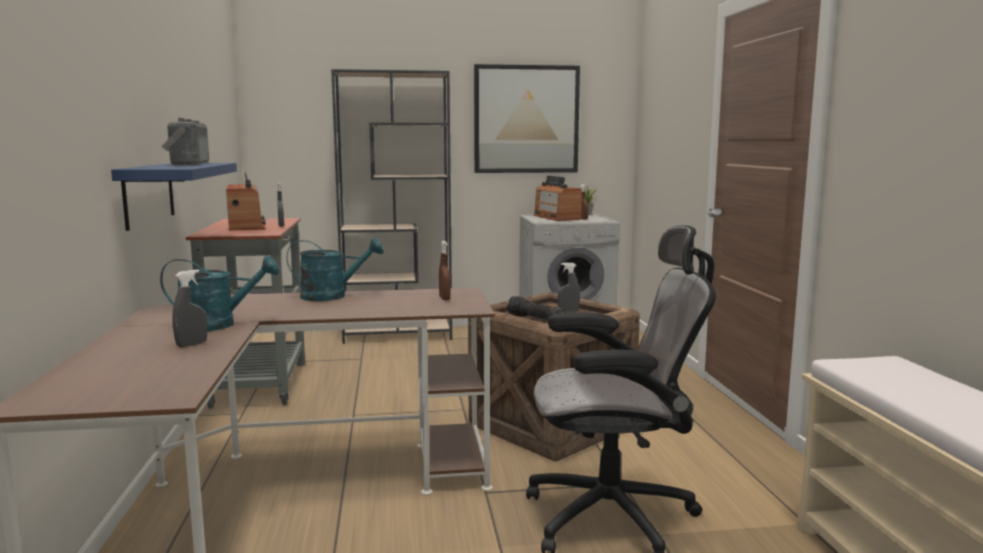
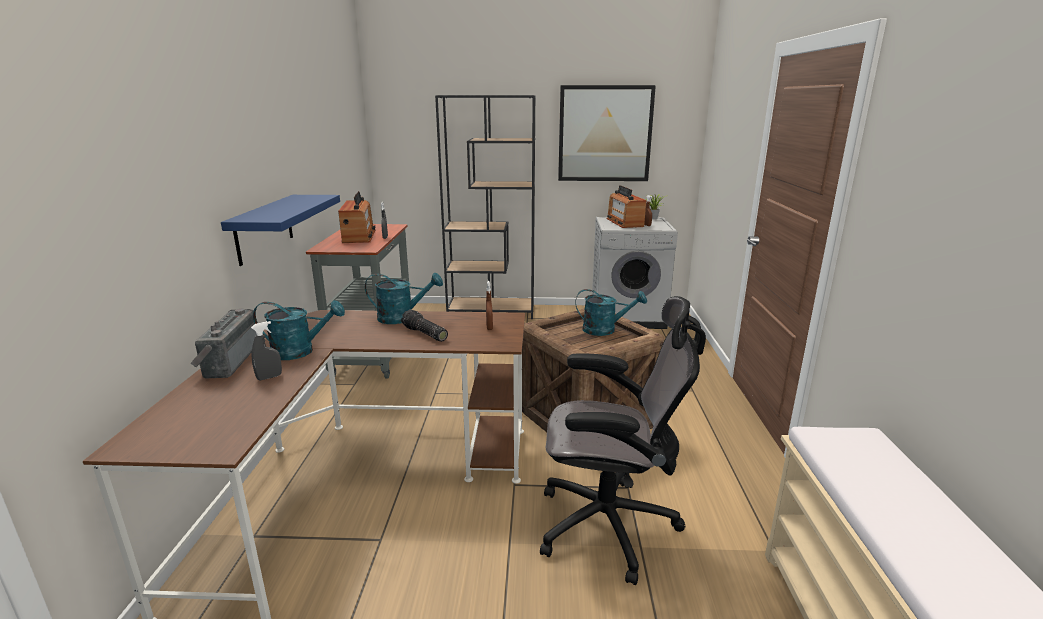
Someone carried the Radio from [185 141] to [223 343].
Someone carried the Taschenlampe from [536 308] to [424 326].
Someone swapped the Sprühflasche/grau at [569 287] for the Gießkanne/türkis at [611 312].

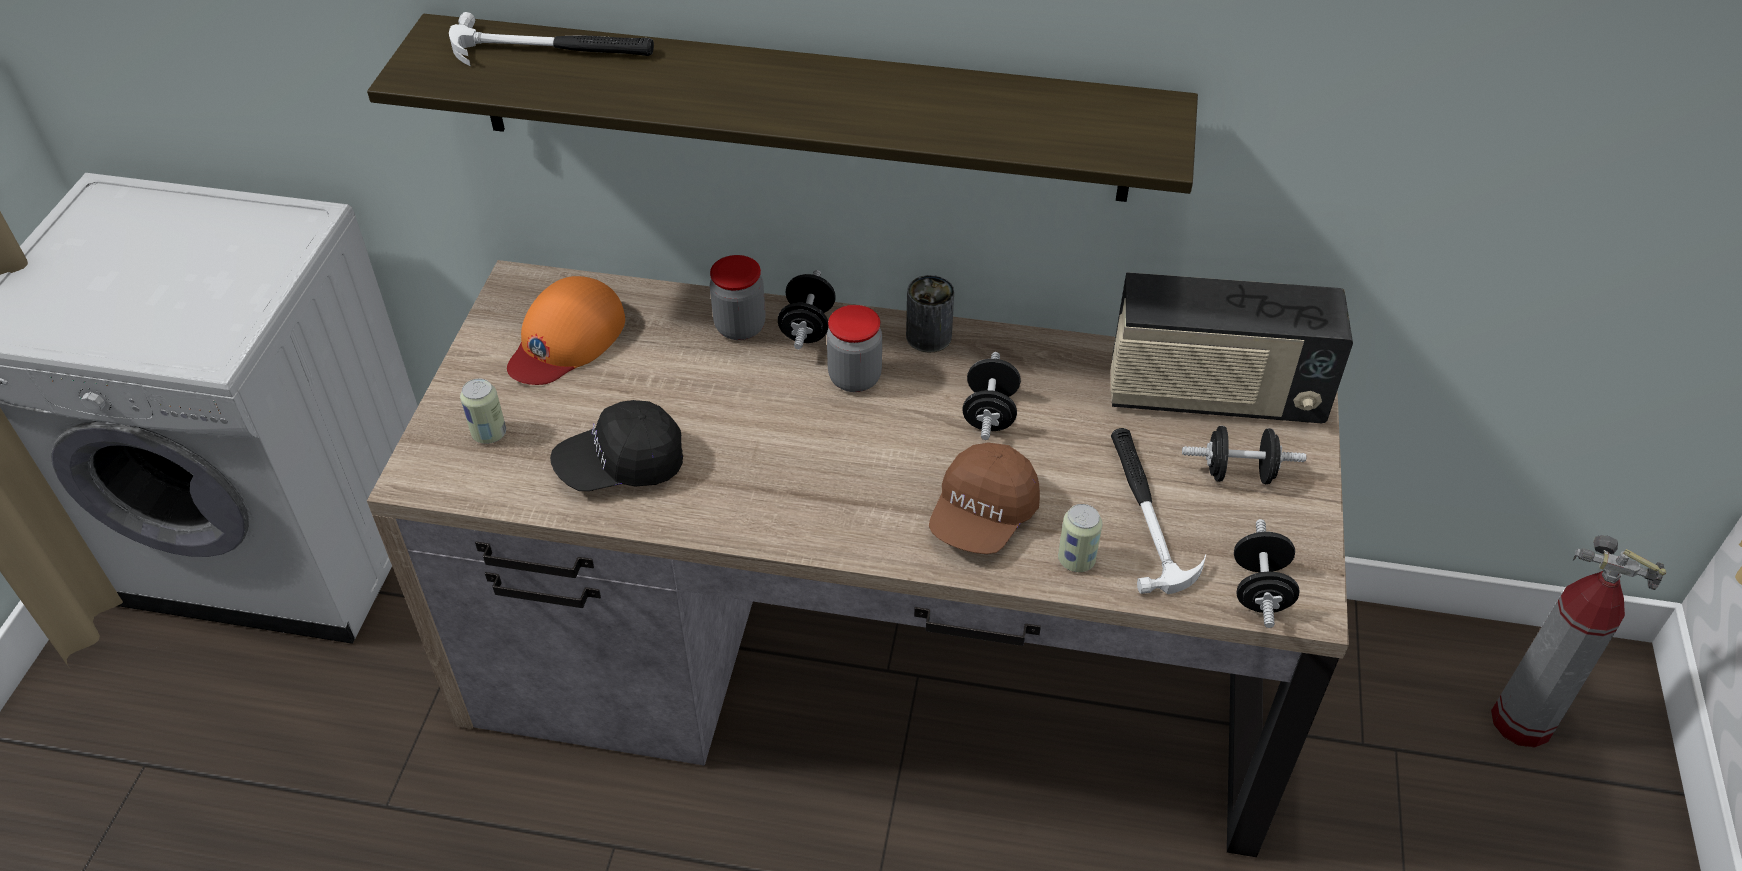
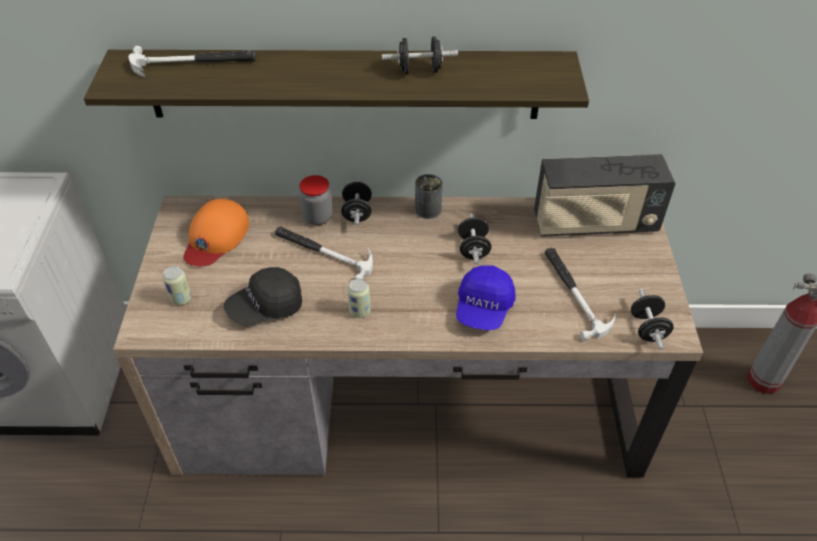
Someone took away the Vorratsglas at [854 348].
Someone repainted the Kappe/braun at [984 498], which became the Kappe/blau at [486 297].
Someone carried the Dose from [1080 538] to [359 298].
Someone carried the Hantel/schwarz from [1244 455] to [420 55].
Someone put down the Hammer at [324 253].

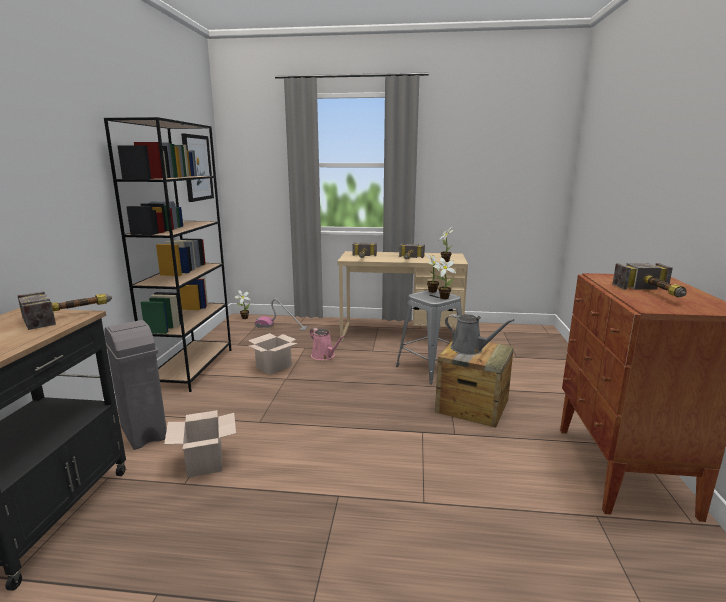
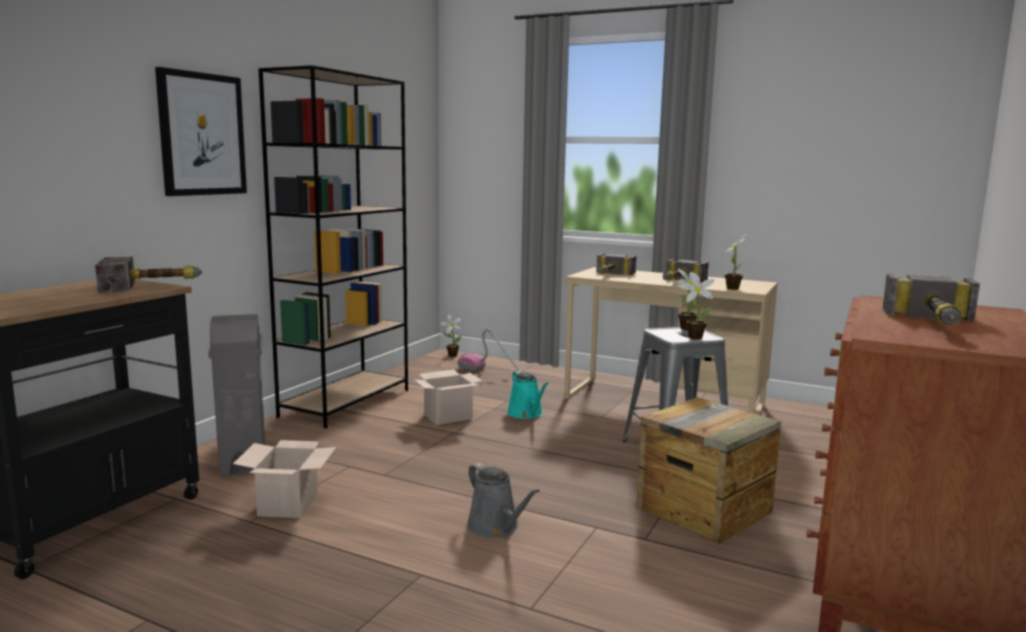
Someone carried the Bild from [197 168] to [201 131].
Someone repainted the Gießkanne/rosa at [327 344], which became the Gießkanne/türkis at [528 395].
Someone carried the Gießkanne/grau from [479 334] to [503 500].

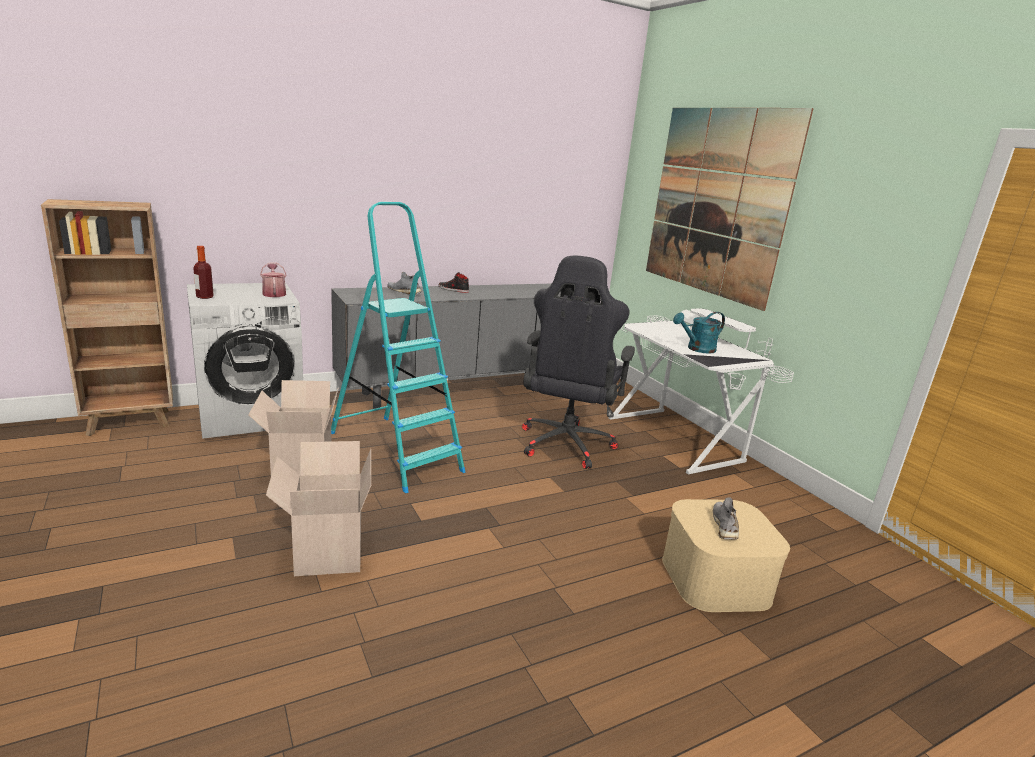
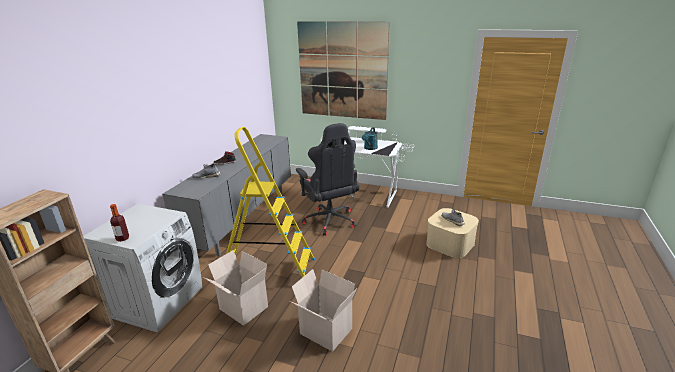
Someone took away the Gießkanne at [273 279].
Someone repainted the Trittleiter/türkis at [398 347], which became the Trittleiter/gelb at [270 202].

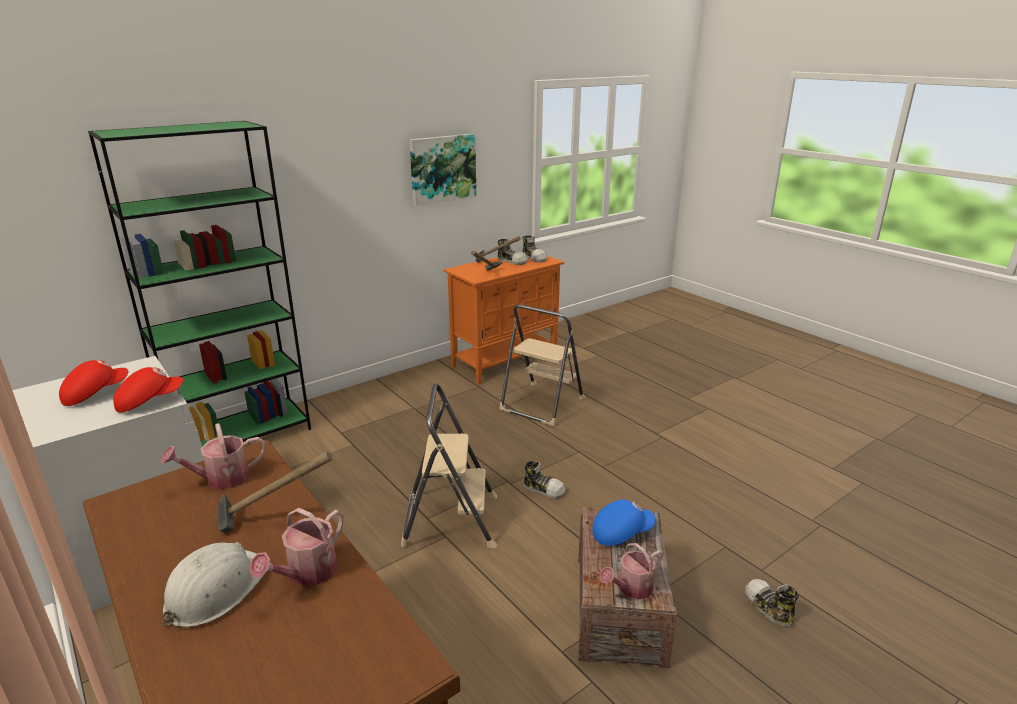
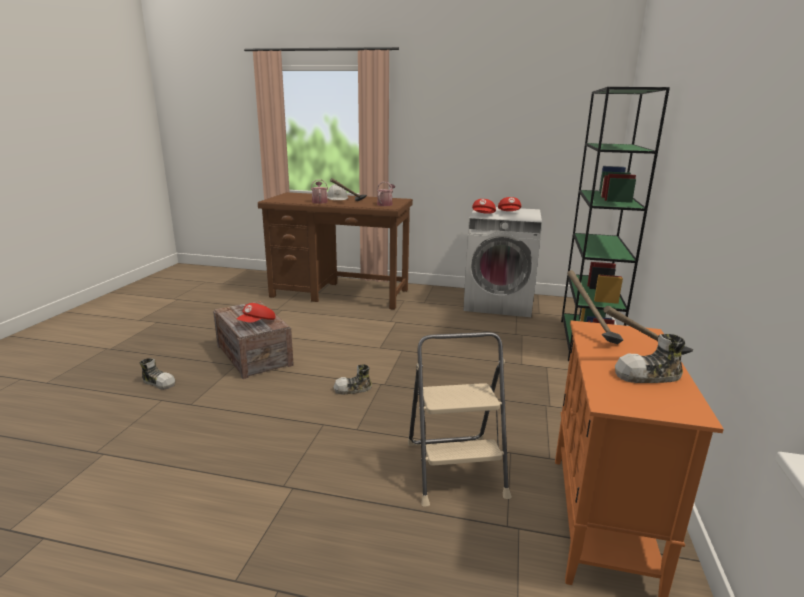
Someone took away the Trittleiter/beige at [449 465].
Someone took away the Bild at [442 170].
Someone took away the Schuh at [534 249].
Someone repainted the Kappe/blau at [624 522], which became the Kappe/rot at [256 313].
Someone took away the Gießkanne at [631 571].

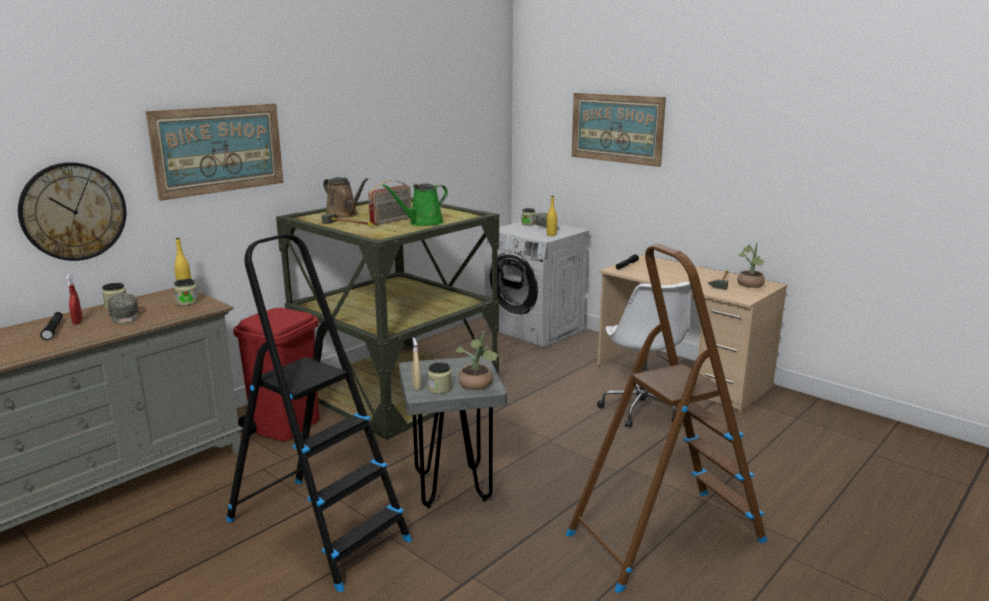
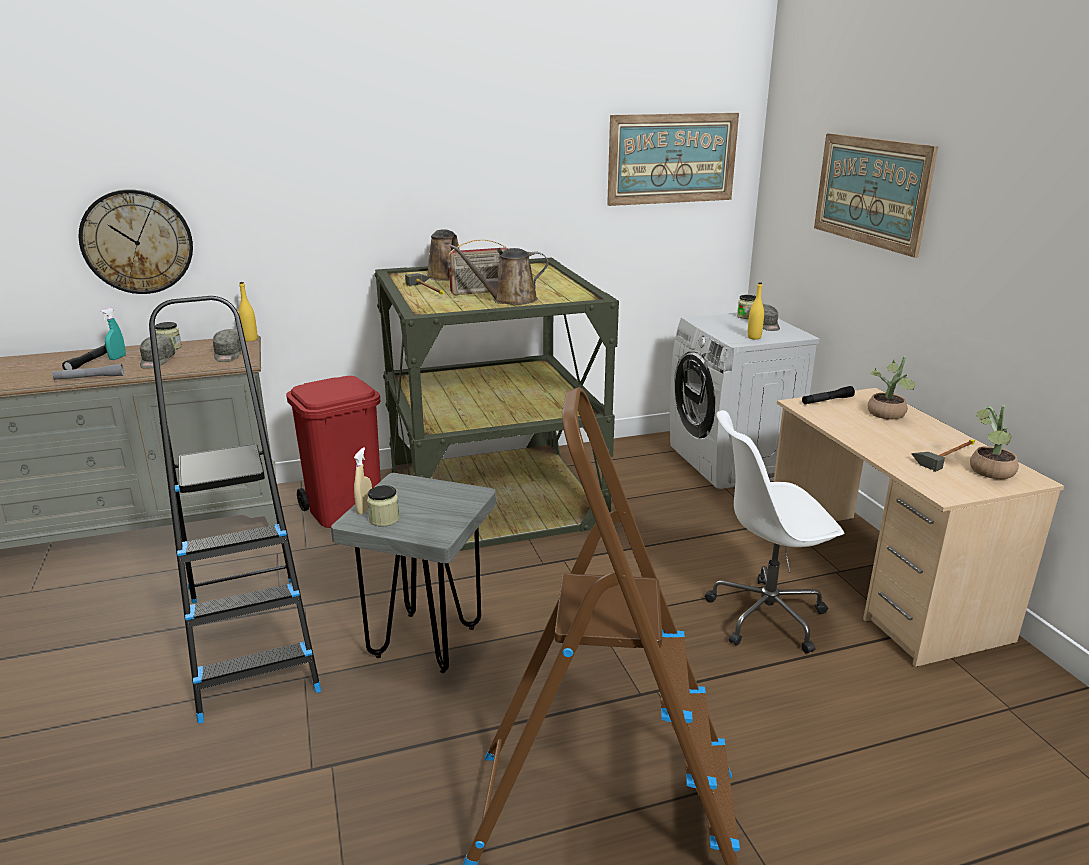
Someone repainted the Sprühflasche/rot at [74 299], which became the Sprühflasche/türkis at [113 334].
Someone carried the Bild from [214 152] to [673 159].
Someone swapped the Vorratsglas at [186 292] for the Kappe/grau at [227 345].
Someone repainted the Gießkanne/grün at [415 204], which became the Gießkanne/braun at [499 275].
Someone carried the Topfpflanze from [476 360] to [892 388].
Someone rotated the Bürostuhl/weiß at [644 355] by 60 degrees clockwise.
Someone put down the Taschenlampe/grau at [88 372].

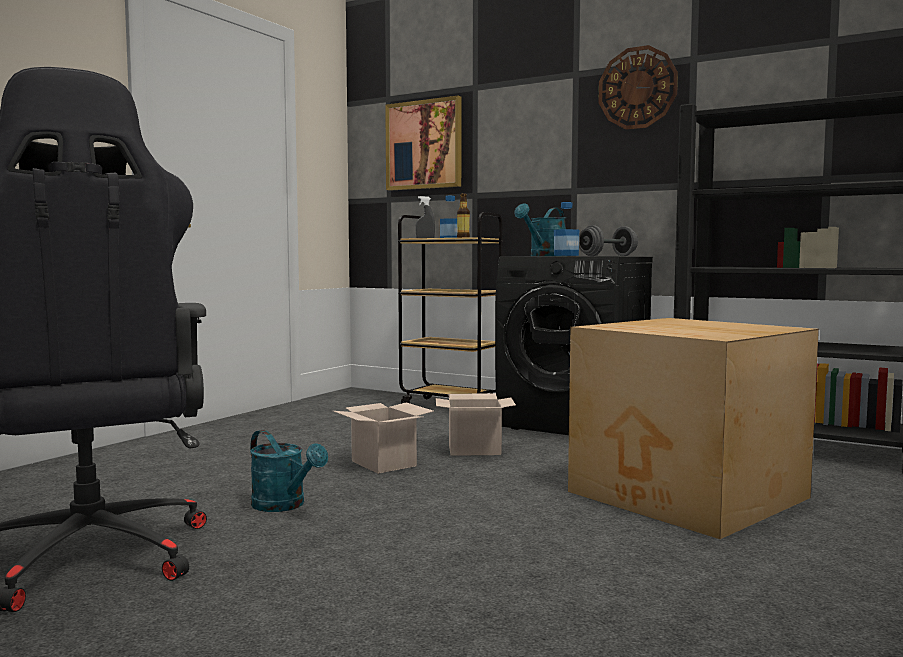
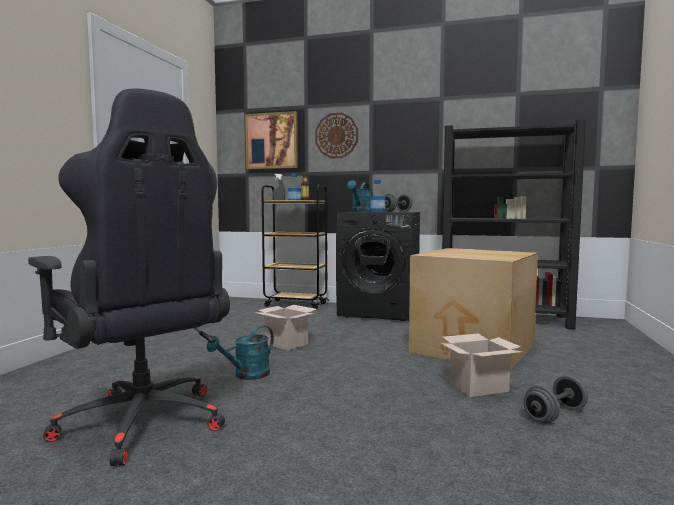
Someone rotated the Gießkanne/türkis at [289 471] by 105 degrees clockwise.
Someone carried the Karton from [475 424] to [481 365].
Someone carried the Wanduhr from [638 87] to [336 136].
Someone put down the Hantel/grau at [555 399].

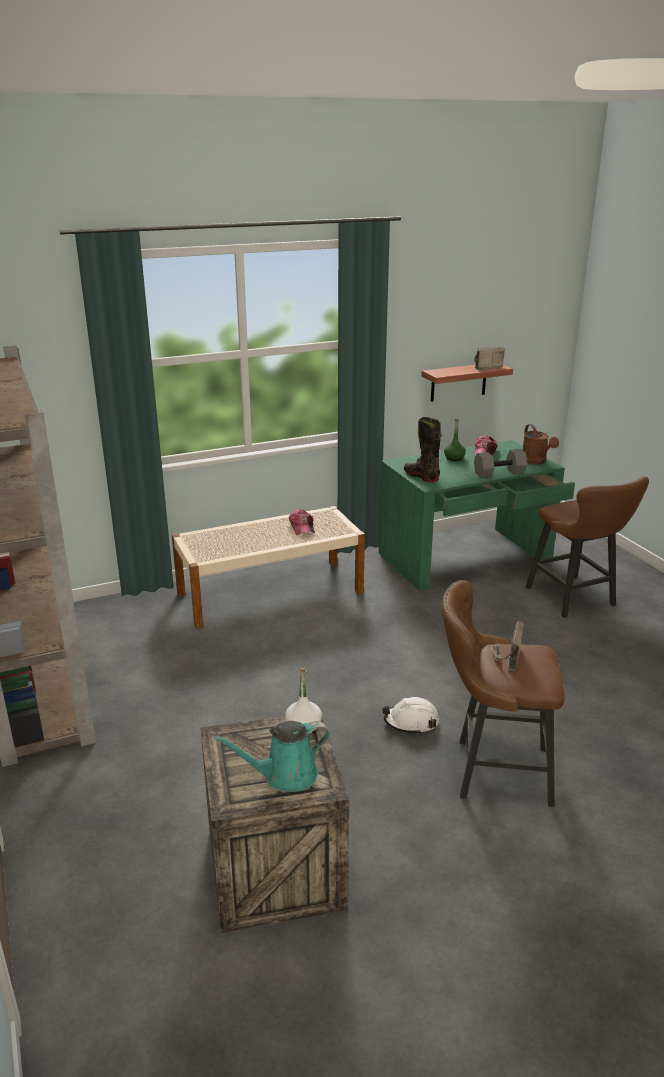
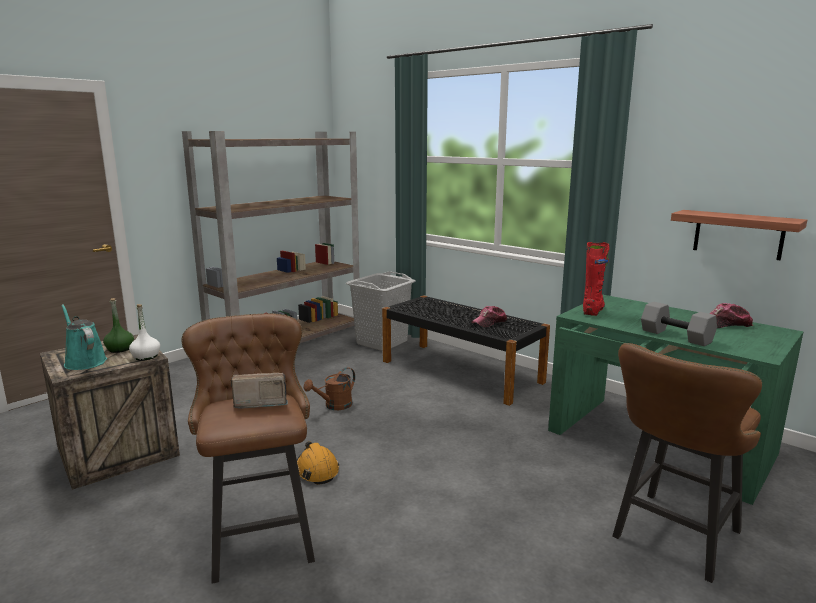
Someone repainted the Bank/beige at [268 567], which became the Bank/schwarz at [466 350].
Someone repainted the Schutzhelm/weiß at [410 716], which became the Schutzhelm/orange at [318 463].
Someone repainted the Stiefel/schwarz at [423 449], which became the Stiefel/rot at [596 279].
Someone carried the Flasche/grün from [455 440] to [118 325].
Someone took away the Radio at [489 358].
Someone carried the Gießkanne/braun from [541 444] to [329 388].
Someone put down the Wäschekorb/grau at [381 311].

